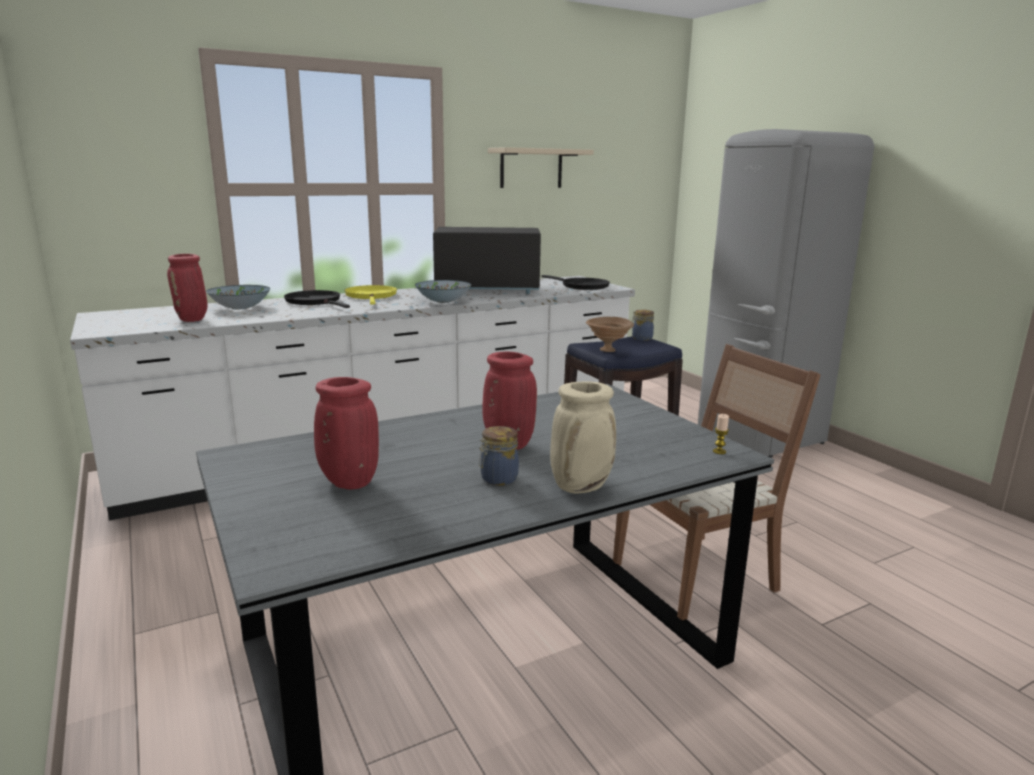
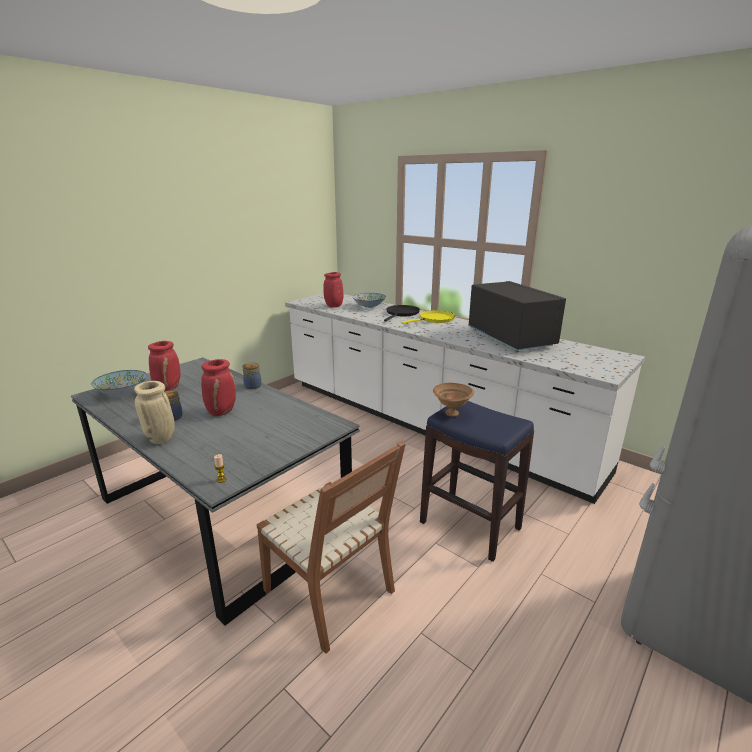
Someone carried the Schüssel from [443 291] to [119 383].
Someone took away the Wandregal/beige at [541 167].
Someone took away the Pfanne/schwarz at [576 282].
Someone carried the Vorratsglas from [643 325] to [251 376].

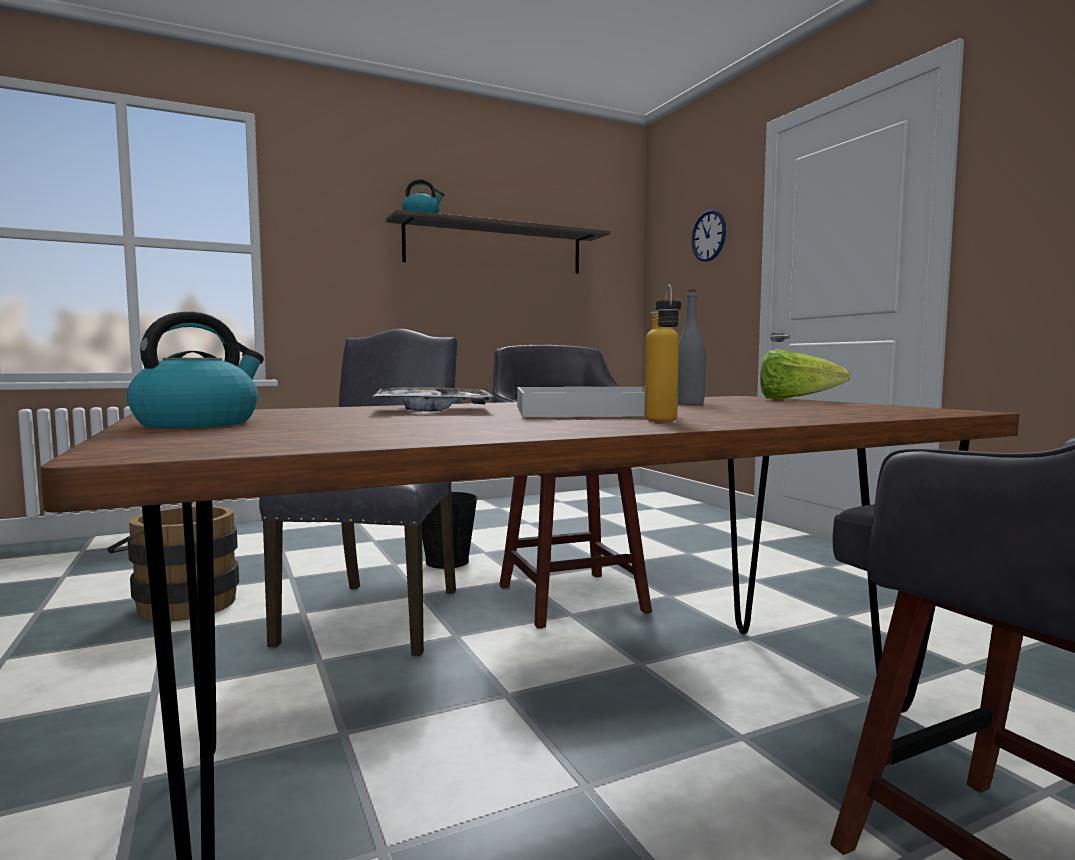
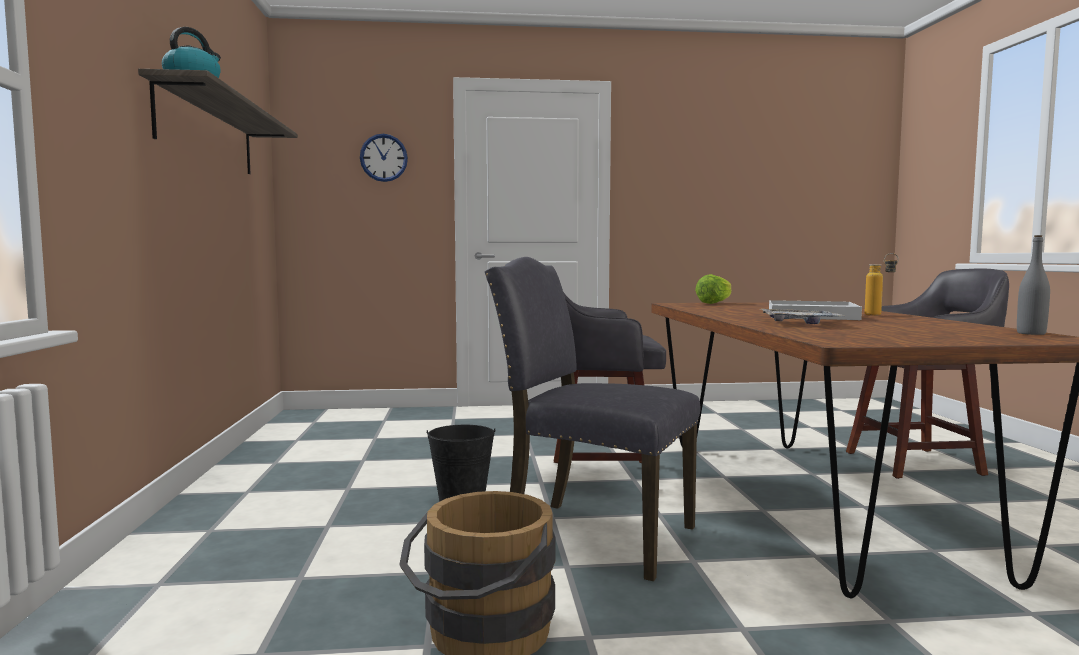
Someone took away the Wasserkessel at [195 370].
Someone carried the Flasche/grau from [692 347] to [1033 285].

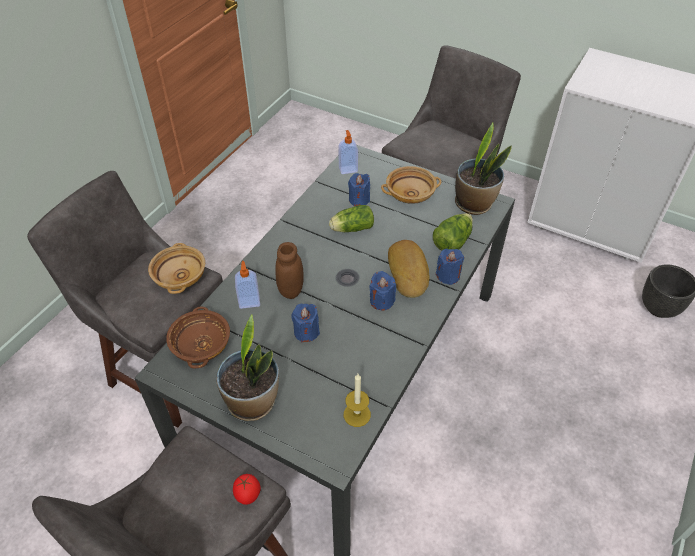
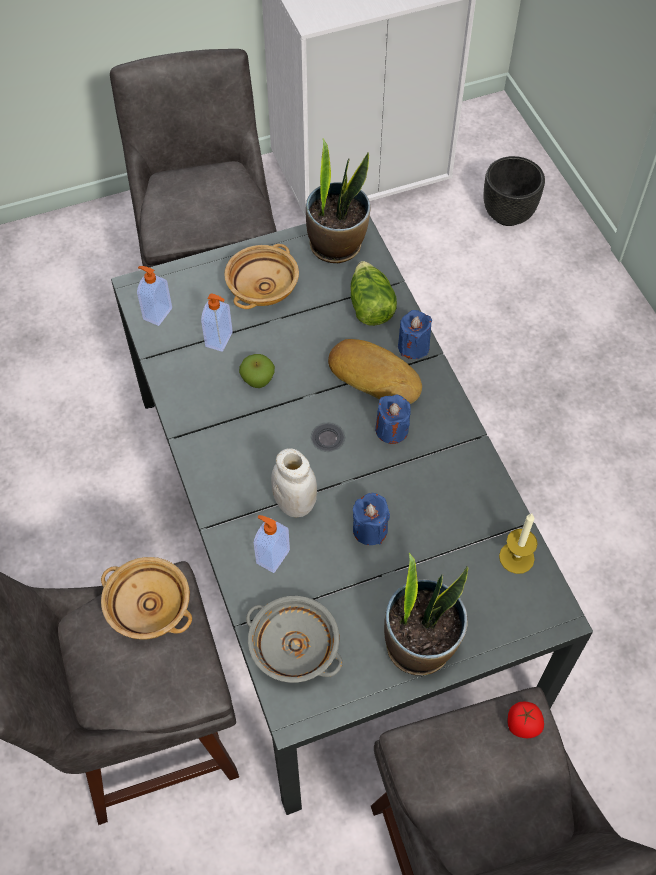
Someone repainted the Schüssel/braun at [198 337], which became the Schüssel/grau at [294 639].
Someone repainted the Vorratsglas/braun at [289 270], which became the Vorratsglas/weiß at [294 483].
Someone swapped the Salatkopf at [351 218] for the Apfel at [257 371].
Someone swapped the Kerze/blau at [359 189] for the Seifenspender at [217 322].

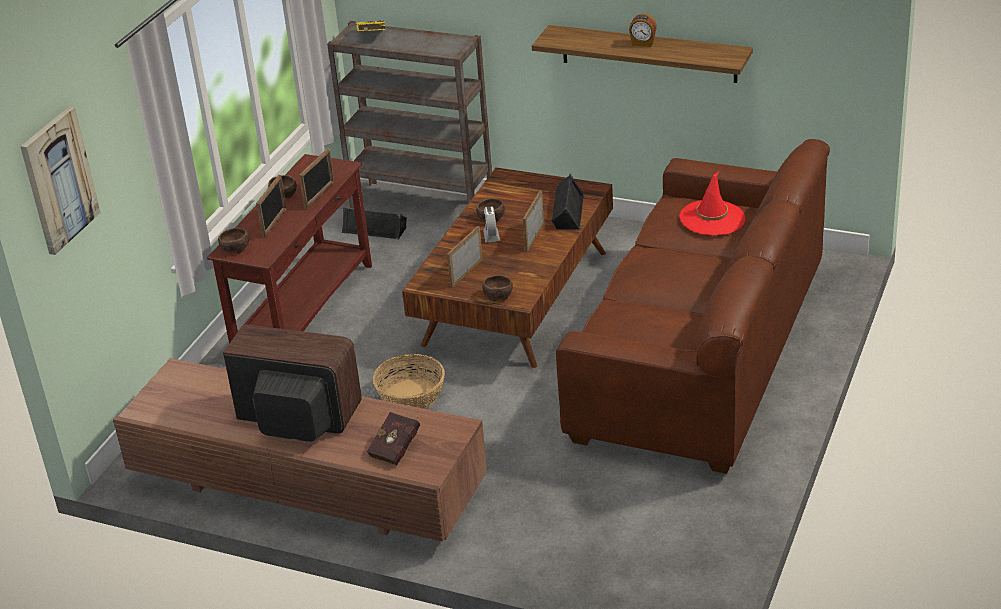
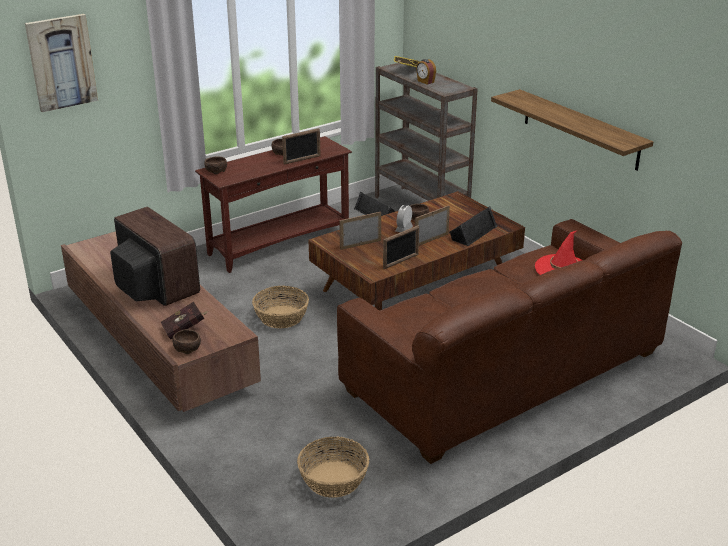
Someone carried the Bilderrahmen from [271 206] to [401 247].
Someone carried the Schüssel/braun from [497 288] to [186 341].
Someone carried the Wecker from [643 30] to [426 72].
Someone put down the Korb at [333 467].

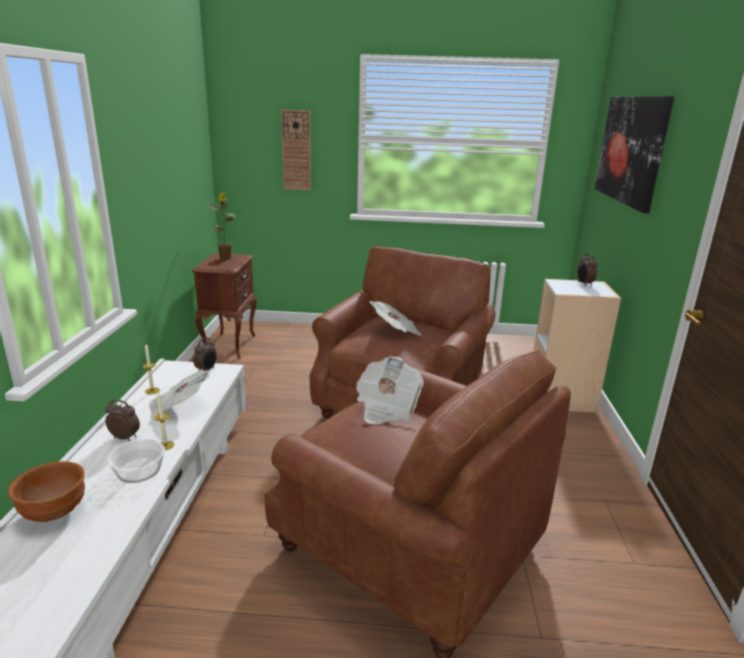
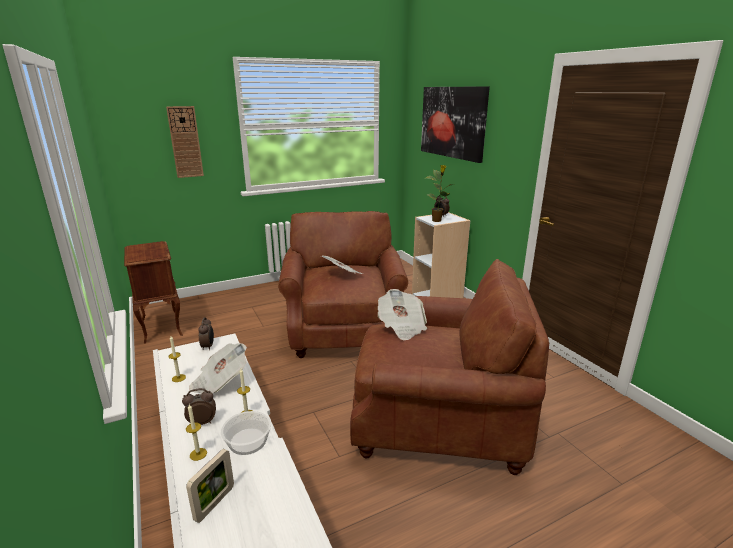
Someone swapped the Schüssel/braun at [46 491] for the Bilderrahmen at [210 486].
Someone carried the Topfpflanze from [221 226] to [438 193].
Someone put down the Kerze at [196 432].

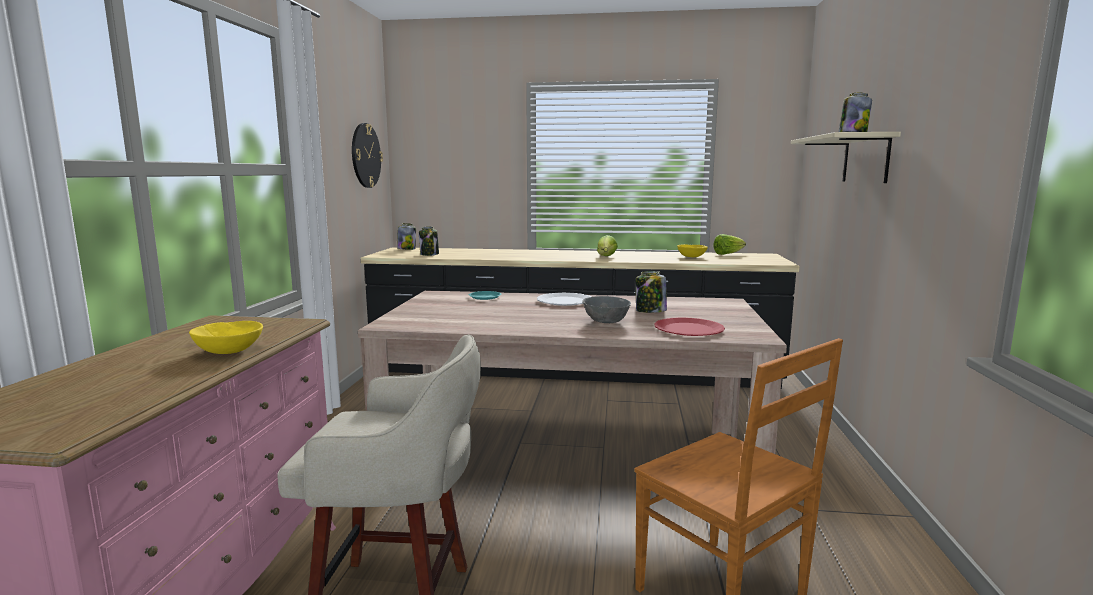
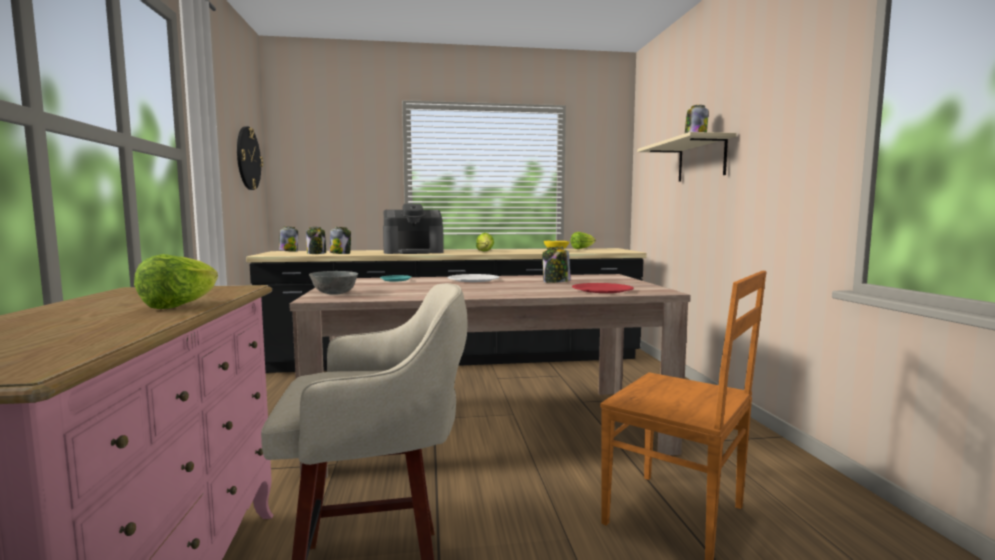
Someone swapped the Schüssel/gelb at [226 337] for the Salatkopf at [176 281].
Someone carried the Schüssel/grau from [607 309] to [333 283].
Someone put down the Vorratsglas at [340 240].
Someone put down the Kaffeemaschine at [413 229].

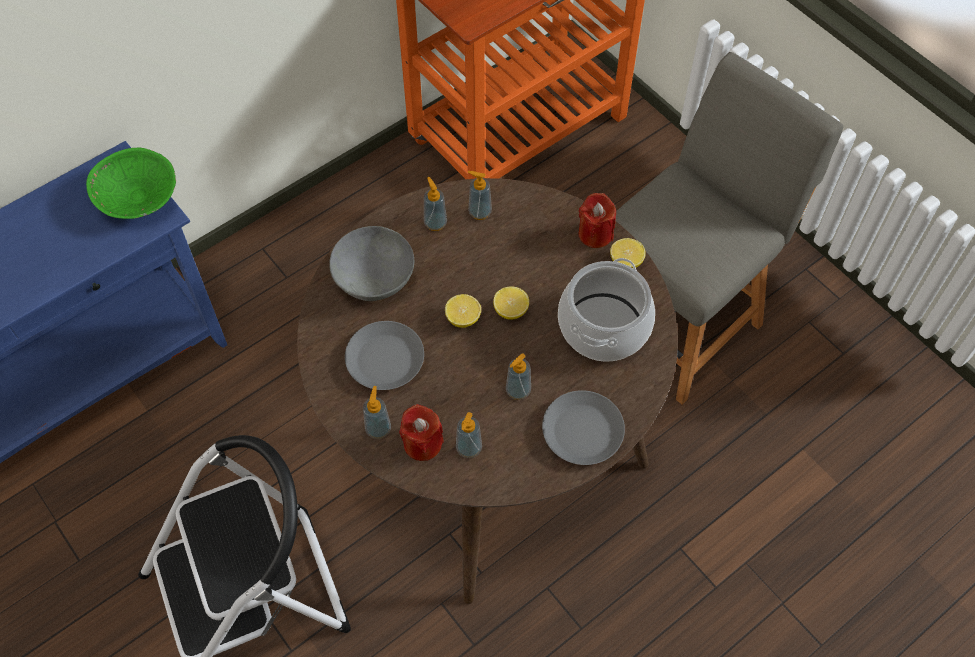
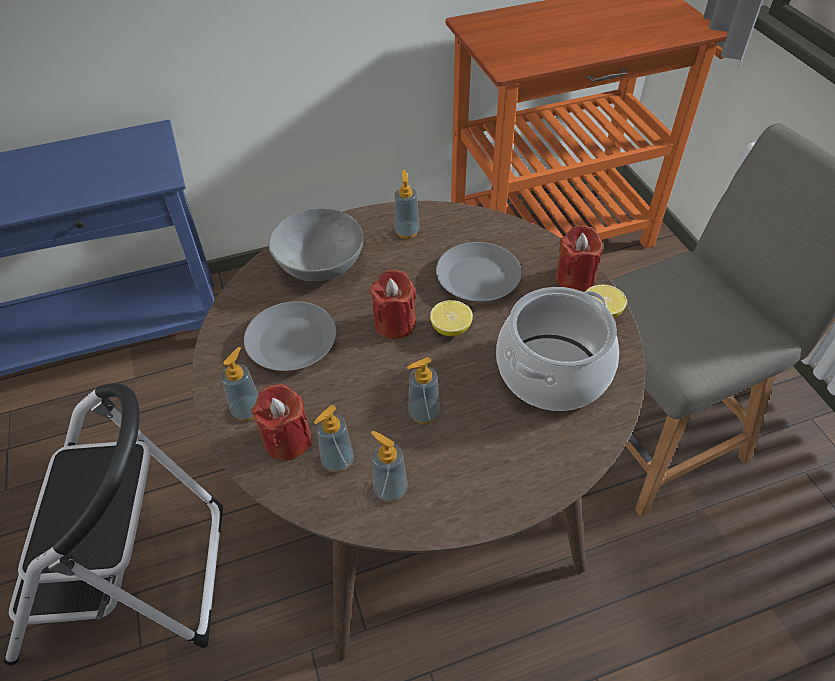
Someone took away the Schüssel/grün at [131 183].
Someone swapped the Zitrone at [463 311] for the Kerze/rot at [393 304].
Someone carried the Seifenspender from [480 195] to [389 466].
Someone carried the Teller/grau from [583 427] to [479 271].

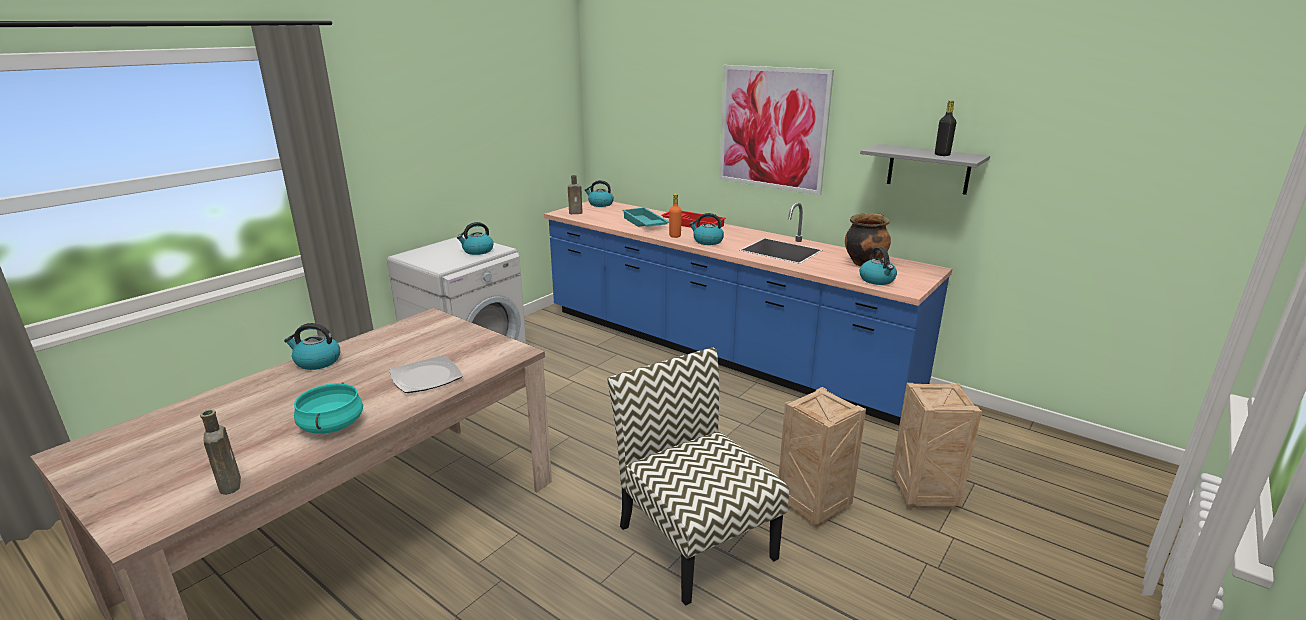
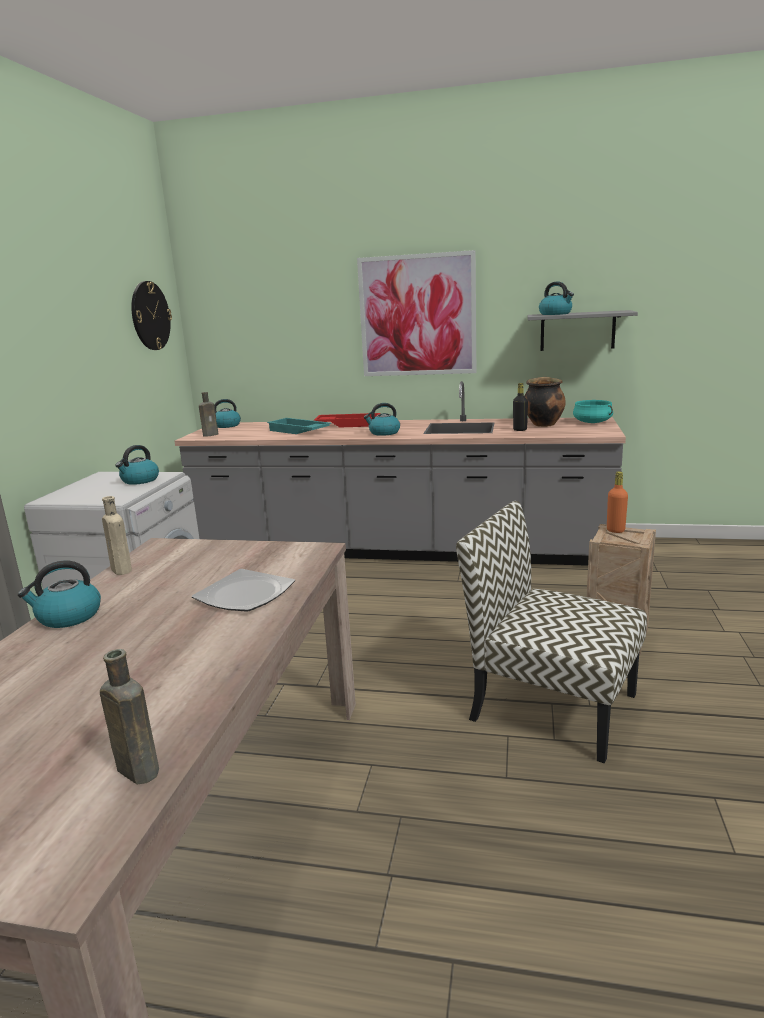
Someone carried the Kochtopf/türkis from [328 408] to [593 411].
Someone repainted the Küchenzeile/blau at [748 313], which became the Küchenzeile/grau at [400 473].
Someone carried the Flasche/orange from [675 216] to [617 502].
Someone carried the Wasserkessel from [878 266] to [556 298].
Someone took away the Kiste at [937 446].
Someone carried the Flasche/schwarz from [945 128] to [520 407].
Someone put down the Flasche/beige at [117 535].
Someone put up the Wanduhr at [151 315].

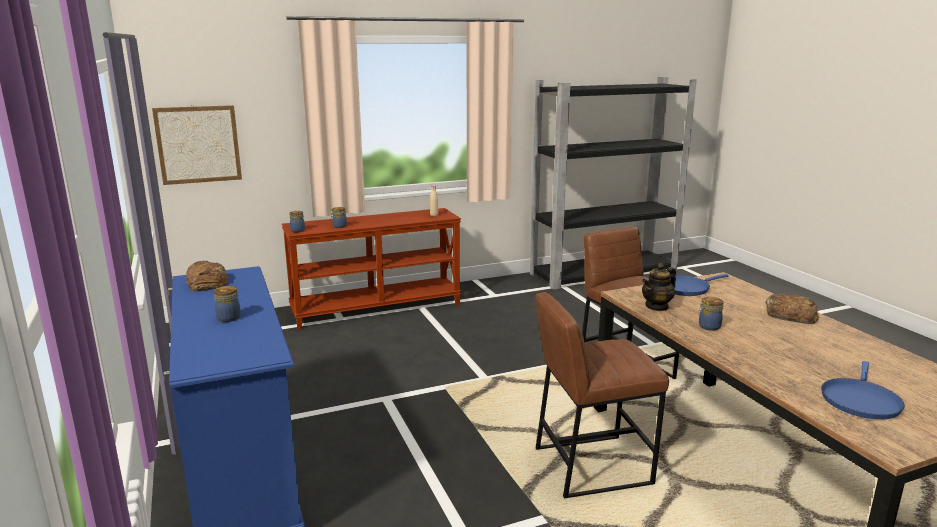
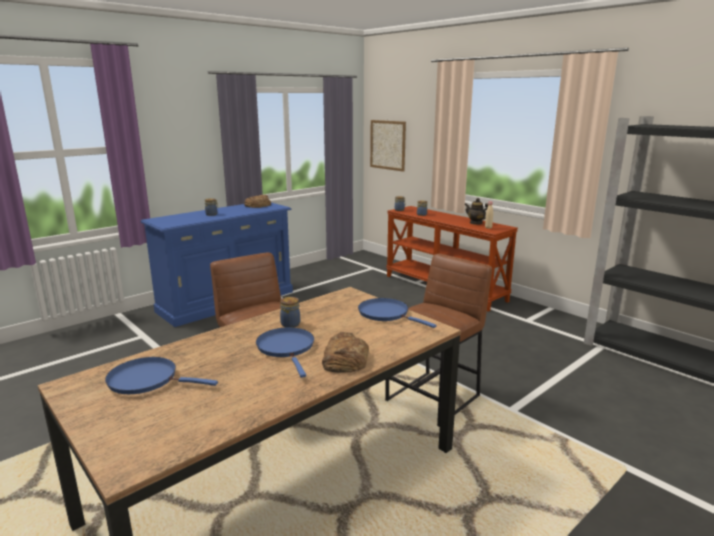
Someone carried the Teekanne from [659 287] to [476 211].
Someone put down the Pfanne/blau at [285 352].

